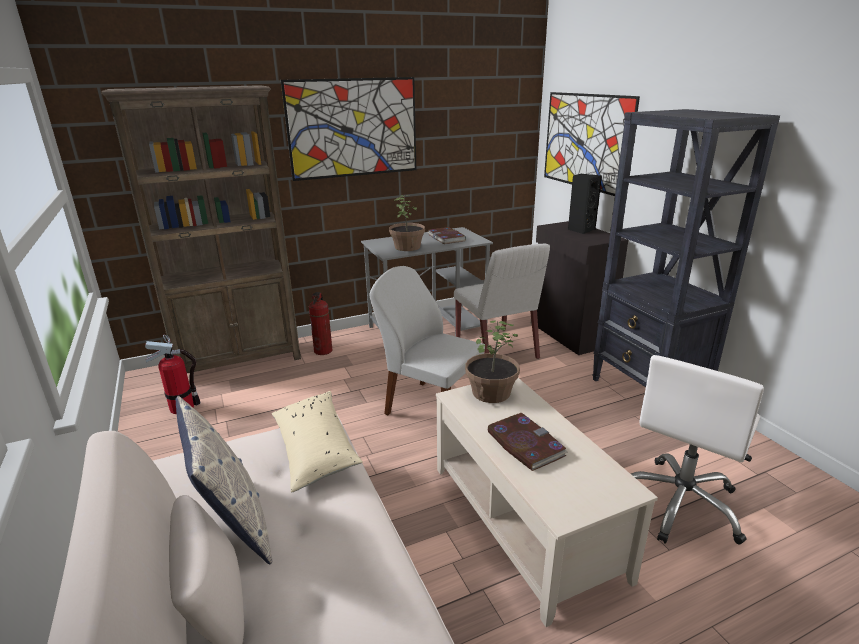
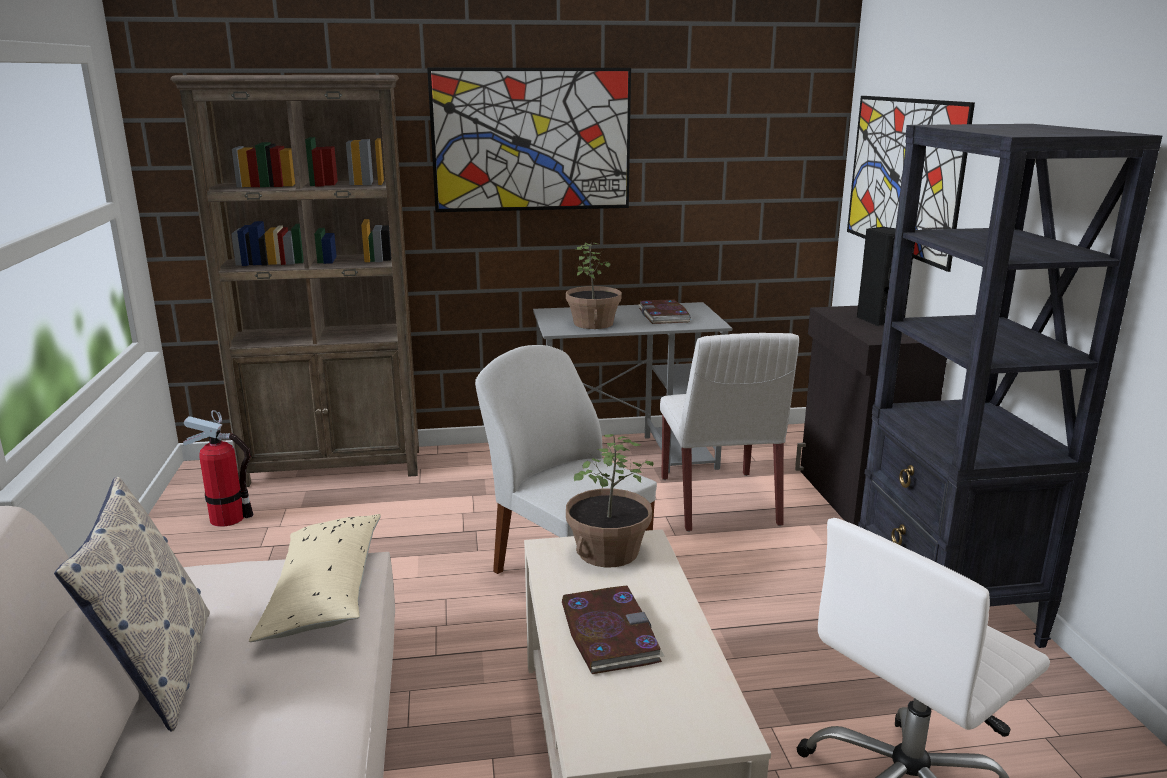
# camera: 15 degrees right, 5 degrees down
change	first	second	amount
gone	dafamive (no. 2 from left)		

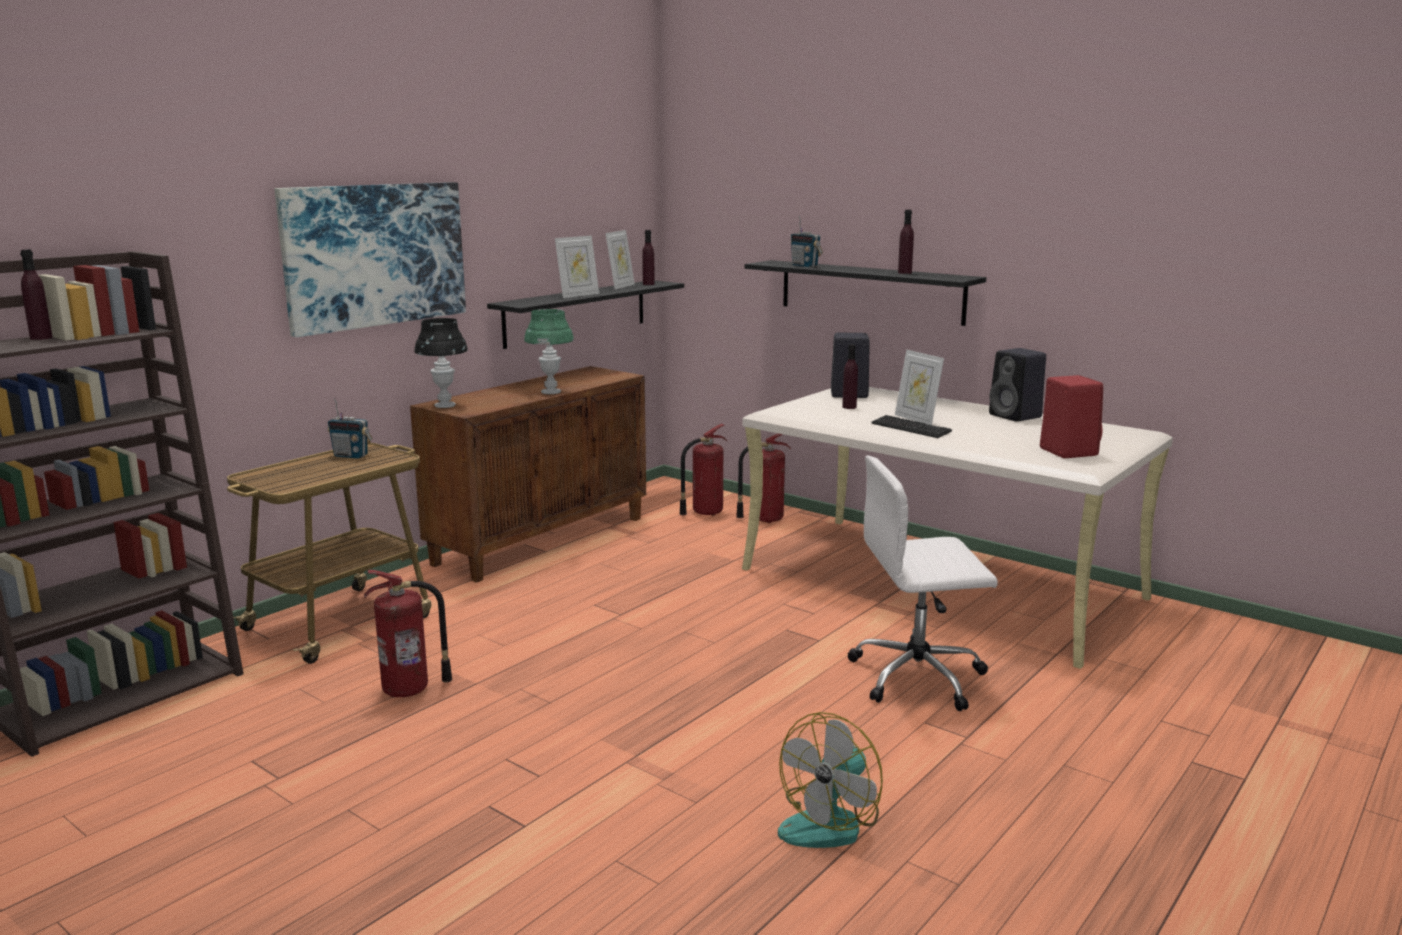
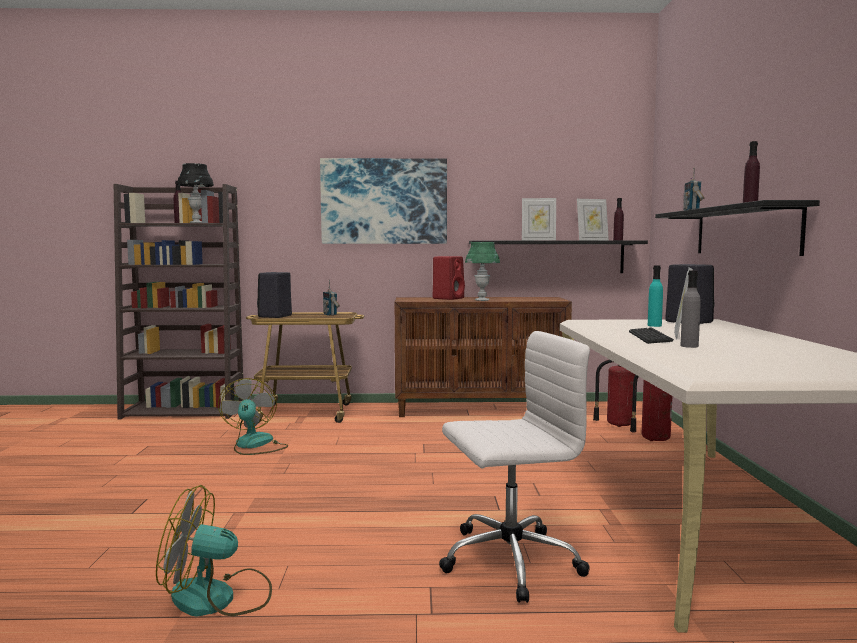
# camera: 50 degrees right, 10 degrees down
change	first	second	amount
new		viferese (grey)	
shifted	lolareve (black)		
shifted	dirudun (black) (no. 2 from left in the first image)	dirudun (black) (no. 1 from left)	
shifted	dirudun (red)		
swapped	dafamive (no. 1 from left)	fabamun (no. 2 from left)	
repainted	viferese (purple) (no. 3 from left)	viferese (turquoise)	
rotated	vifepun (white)		120 degrees clockwise

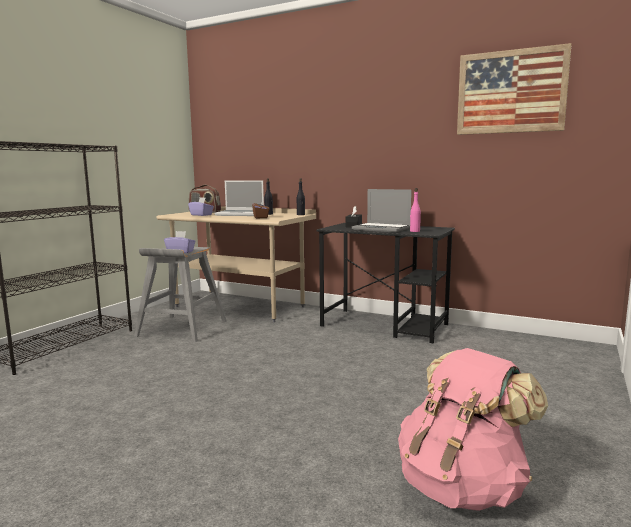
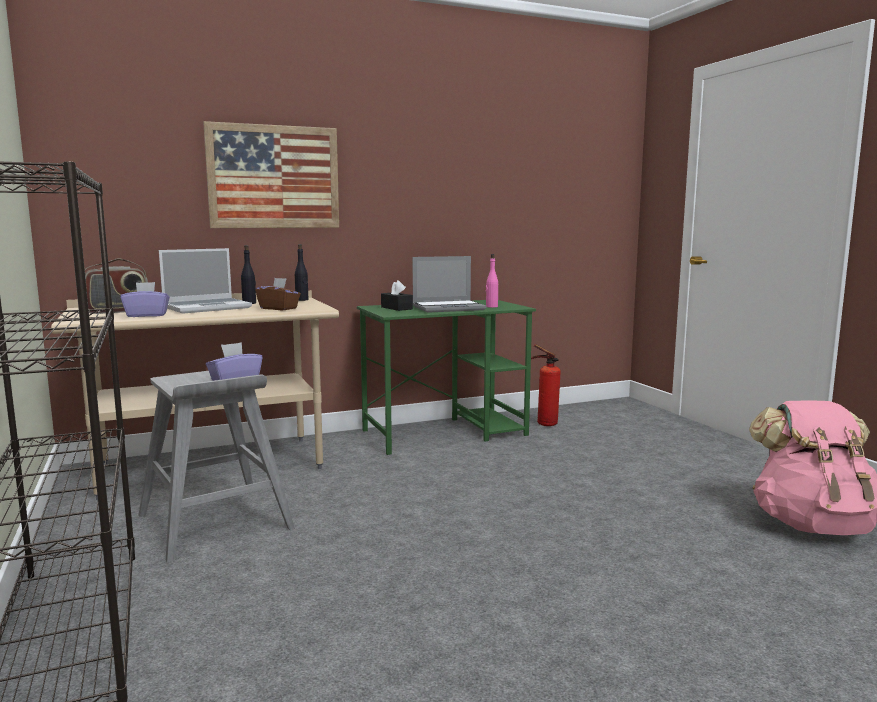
# camera: 50 degrees left, 0 degrees up
change	first	second	amount
new		dafamive	
shifted	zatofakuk		
repainted	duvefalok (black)	duvefalok (green)	

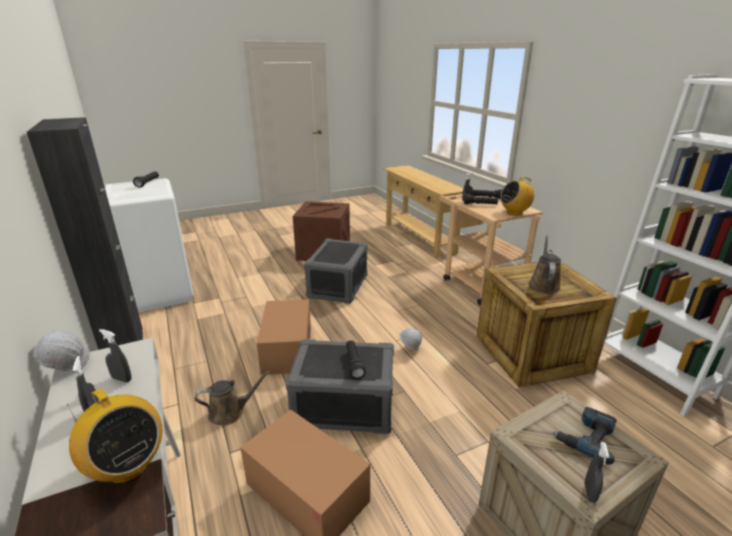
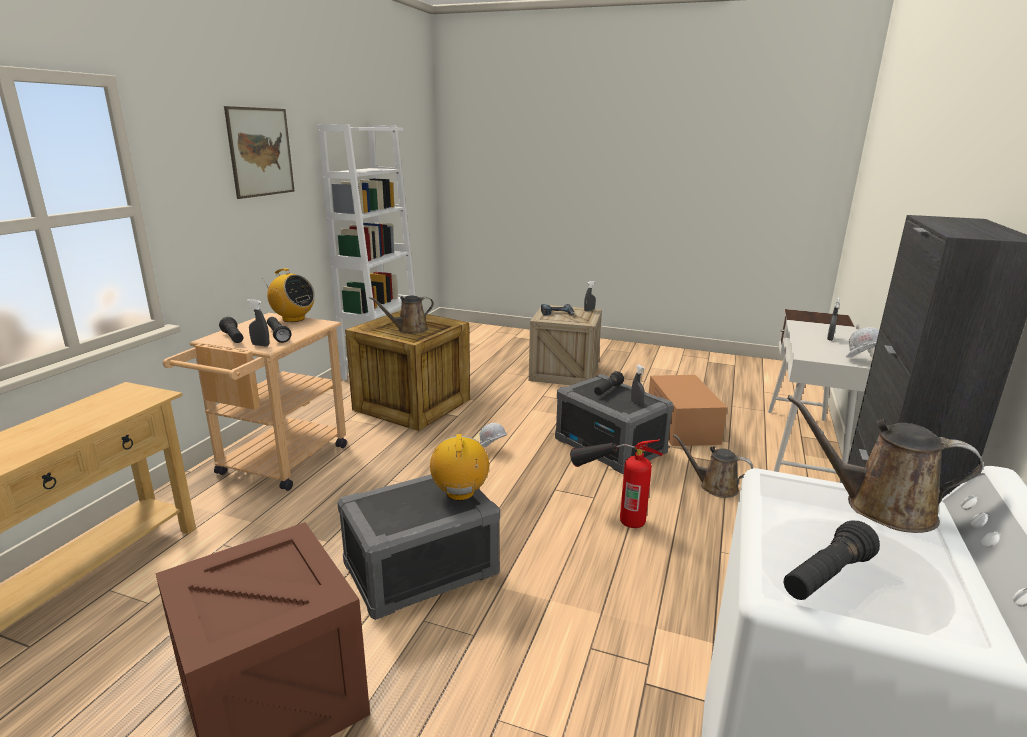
# camera: 135 degrees left, 5 degrees down
change	first	second	amount
new		zatofakuk	
new		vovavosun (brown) (no. 3 from left)	
shifted	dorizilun (no. 1 from left in the first image)	dorizilun (no. 2 from left)	
shifted	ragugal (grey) (no. 2 from left in the first image)	ragugal (grey) (no. 3 from left)	
swapped	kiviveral (no. 1 from left)	dafamive	

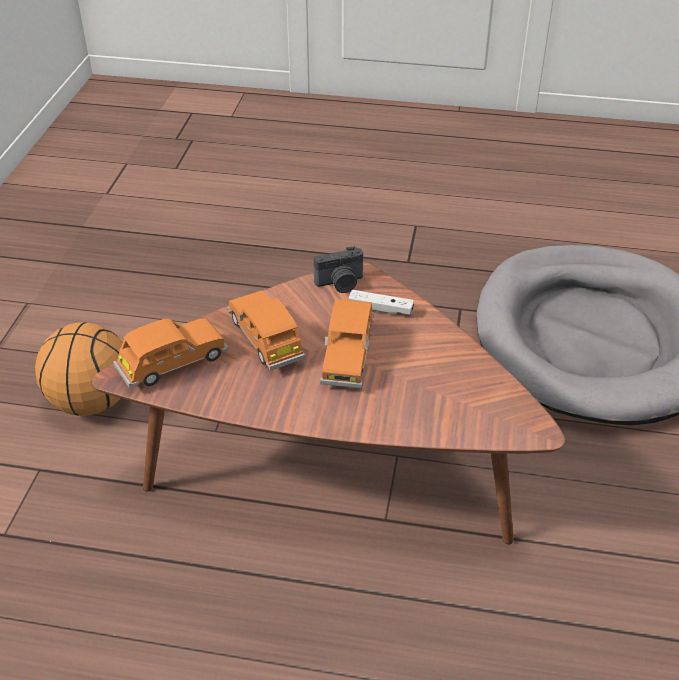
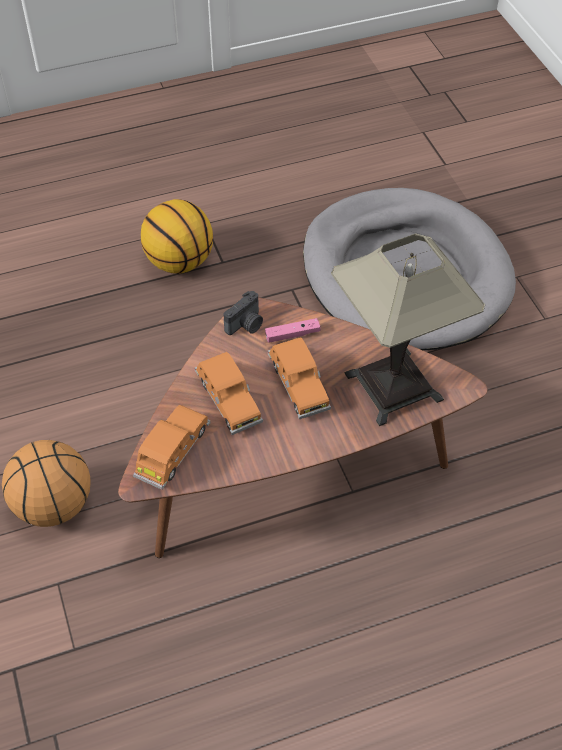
# camera: 30 degrees left, 10 degrees up
change	first	second	amount
new		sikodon (no. 2 from left)	
new		lolareve	
repainted	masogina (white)	masogina (pink)	
rotated	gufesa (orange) (no. 2 from left)		150 degrees counterclockwise

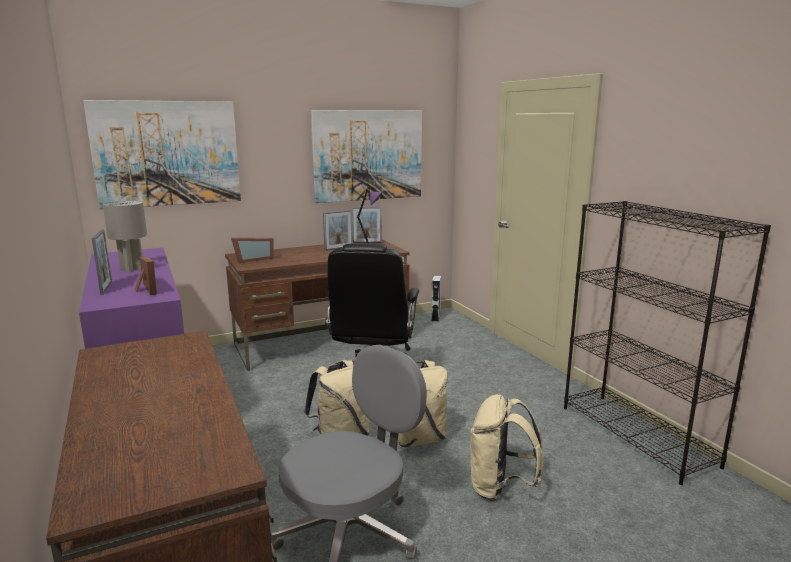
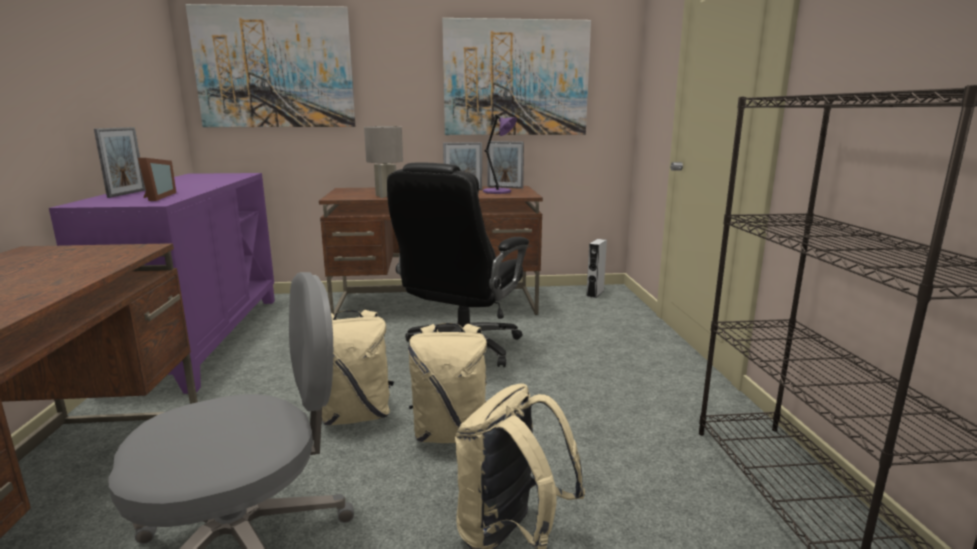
# camera: 20 degrees right, 0 degrees up
change	first	second	amount
gone	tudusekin (no. 3 from left)		
shifted	lolareve (grey)		

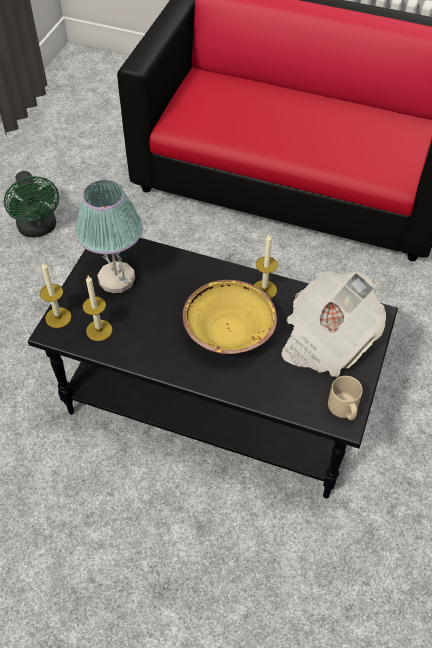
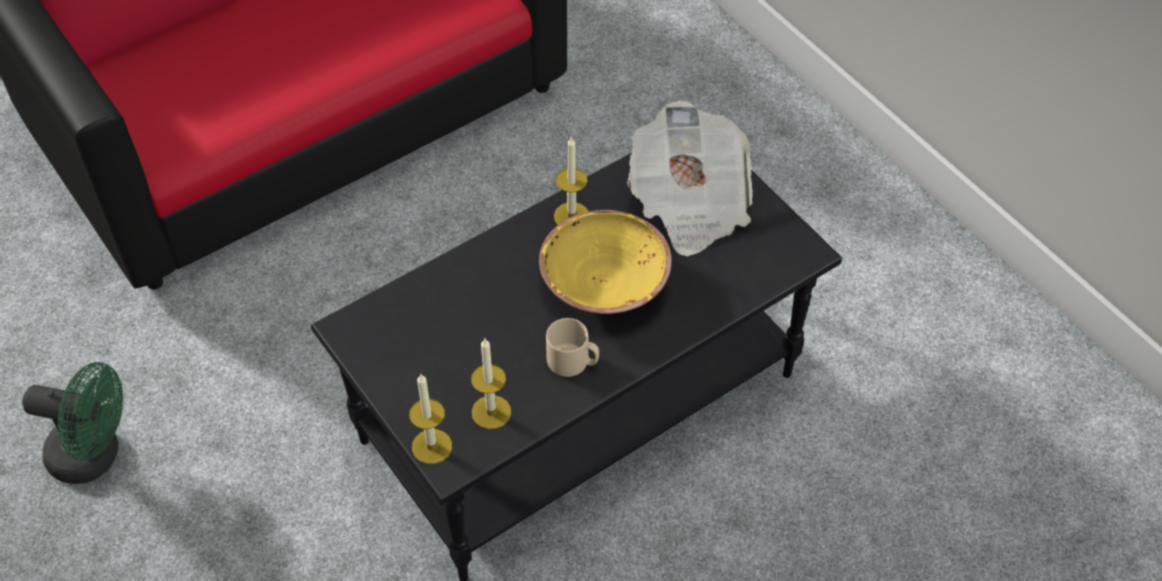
# camera: 55 degrees left, 0 degrees up
change	first	second	amount
gone	lolareve		
shifted	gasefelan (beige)		

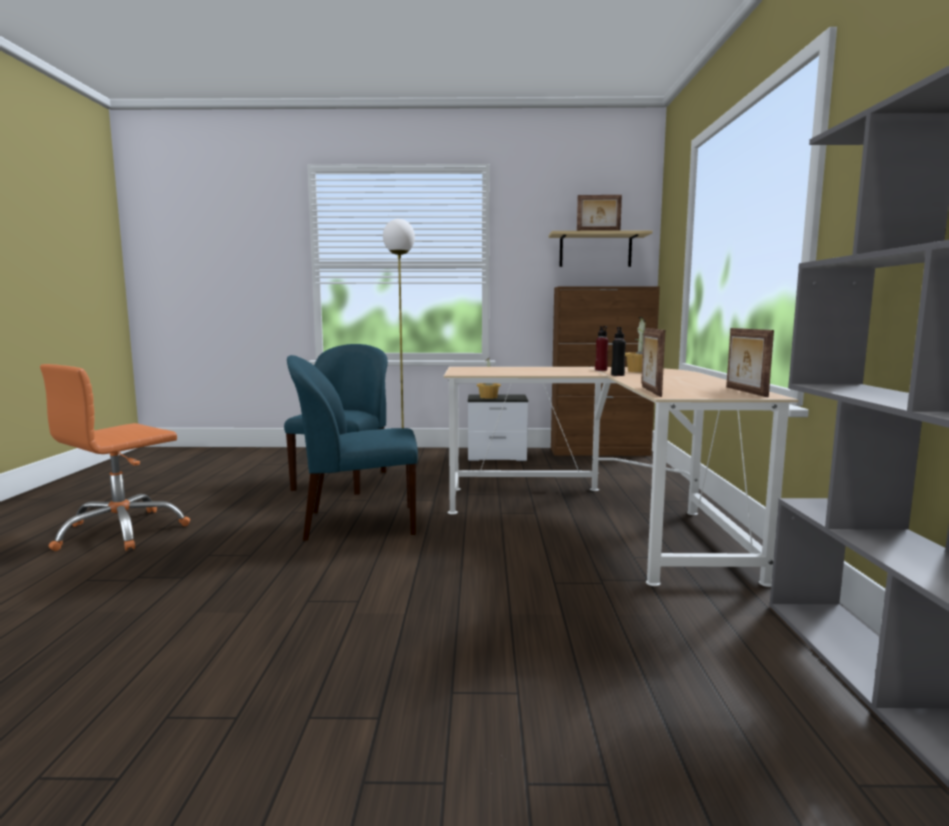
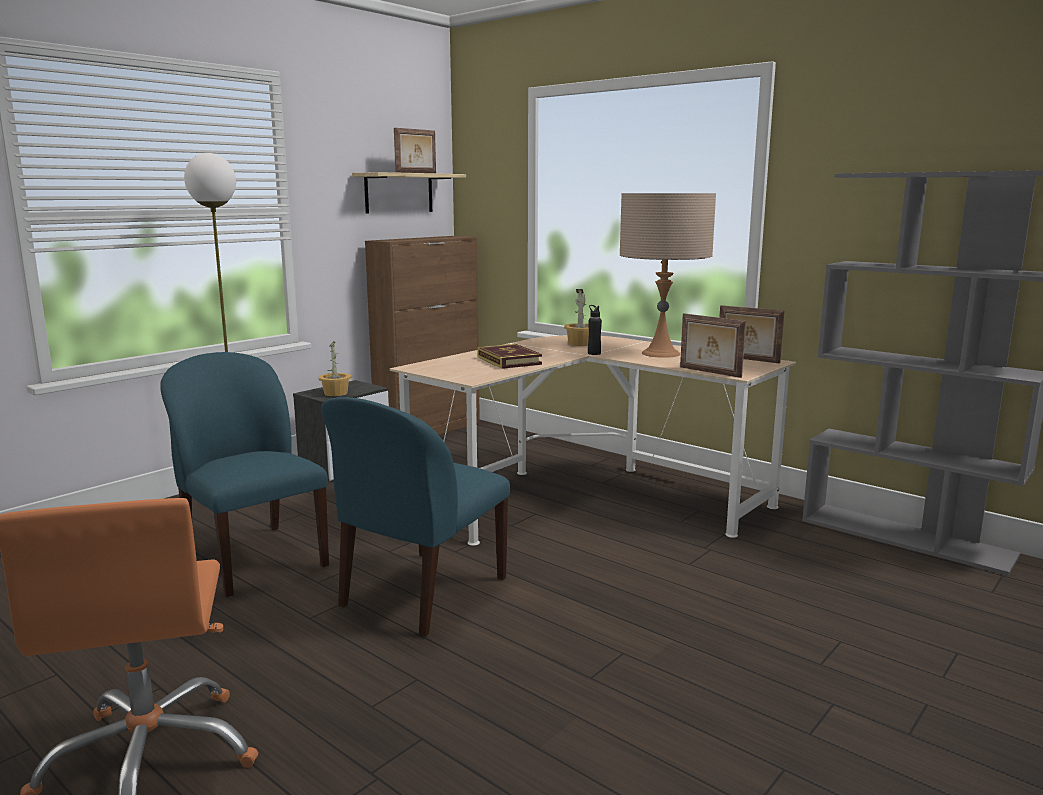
# camera: 50 degrees left, 5 degrees up
change	first	second	amount
gone	viferese (red)		
new		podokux	
new		lolareve (beige)	

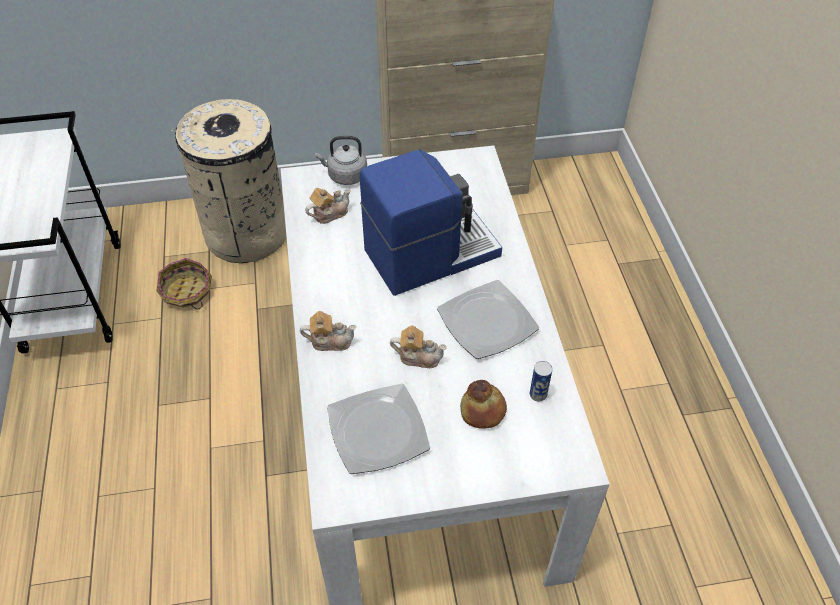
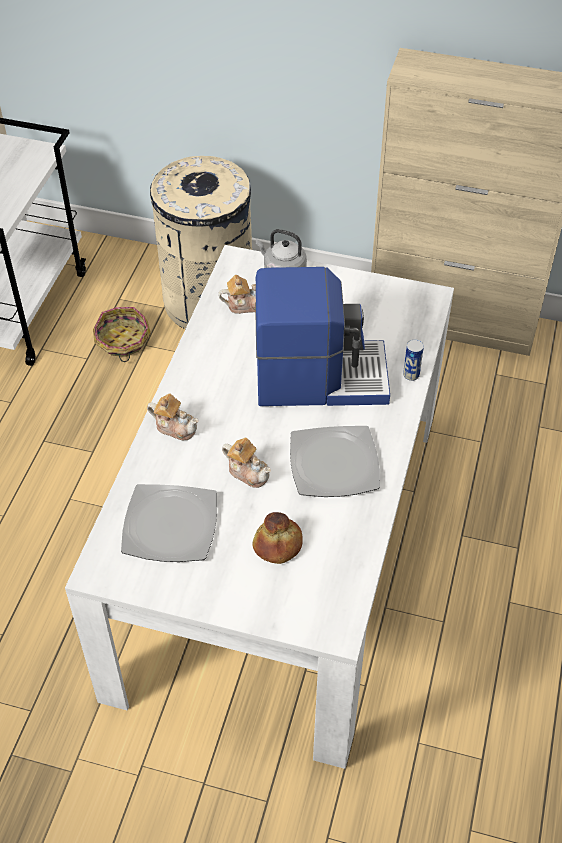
# camera: 25 degrees right, 0 degrees up
change	first	second	amount
shifted	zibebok		

